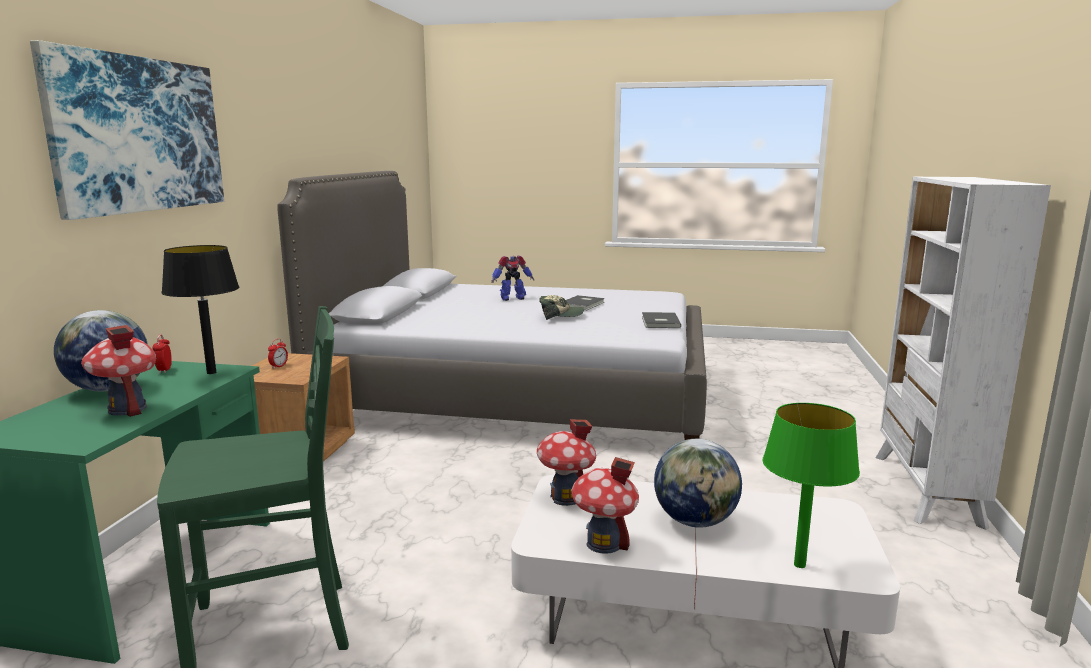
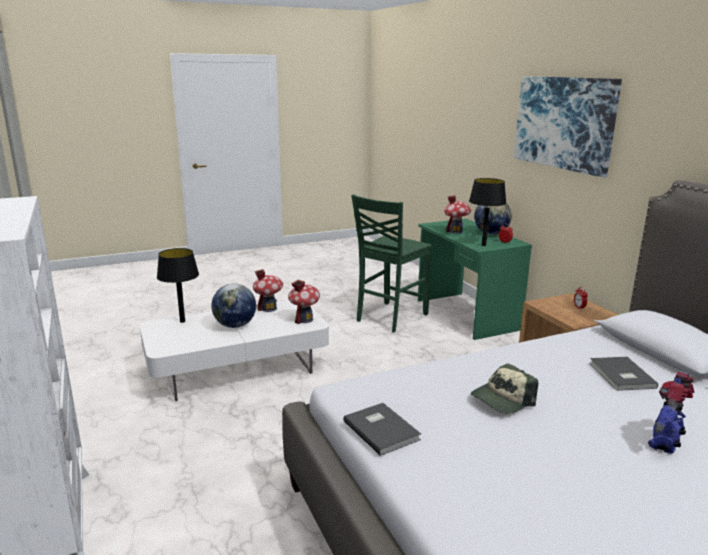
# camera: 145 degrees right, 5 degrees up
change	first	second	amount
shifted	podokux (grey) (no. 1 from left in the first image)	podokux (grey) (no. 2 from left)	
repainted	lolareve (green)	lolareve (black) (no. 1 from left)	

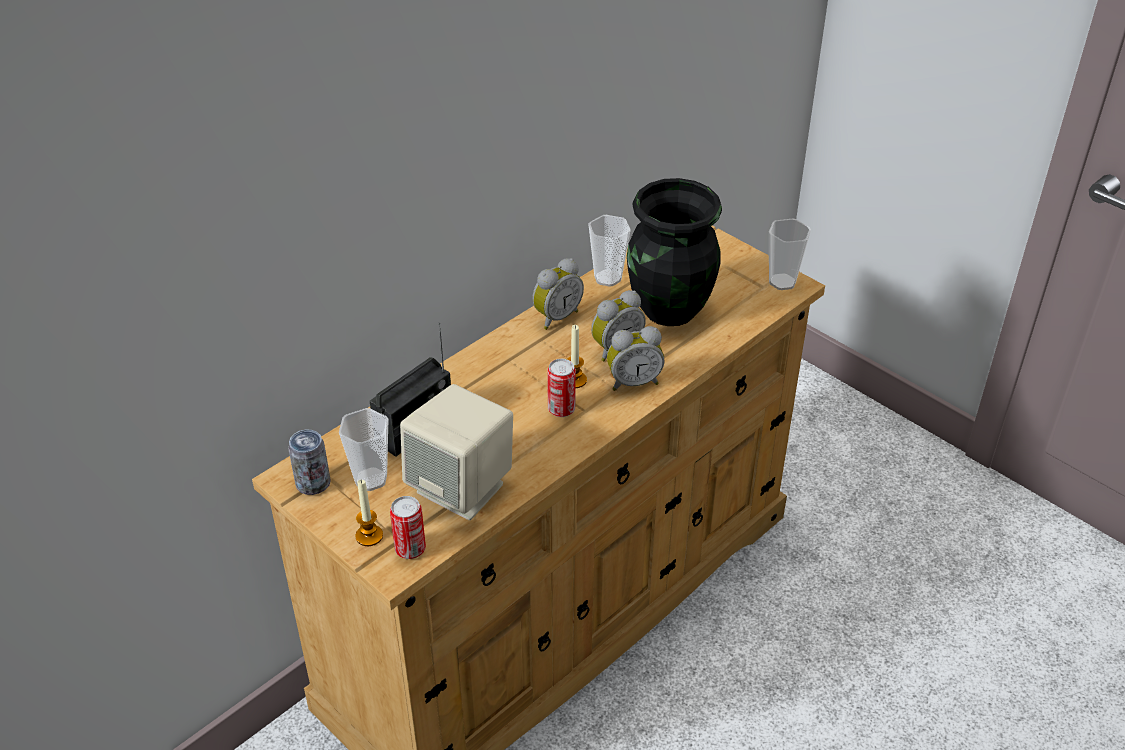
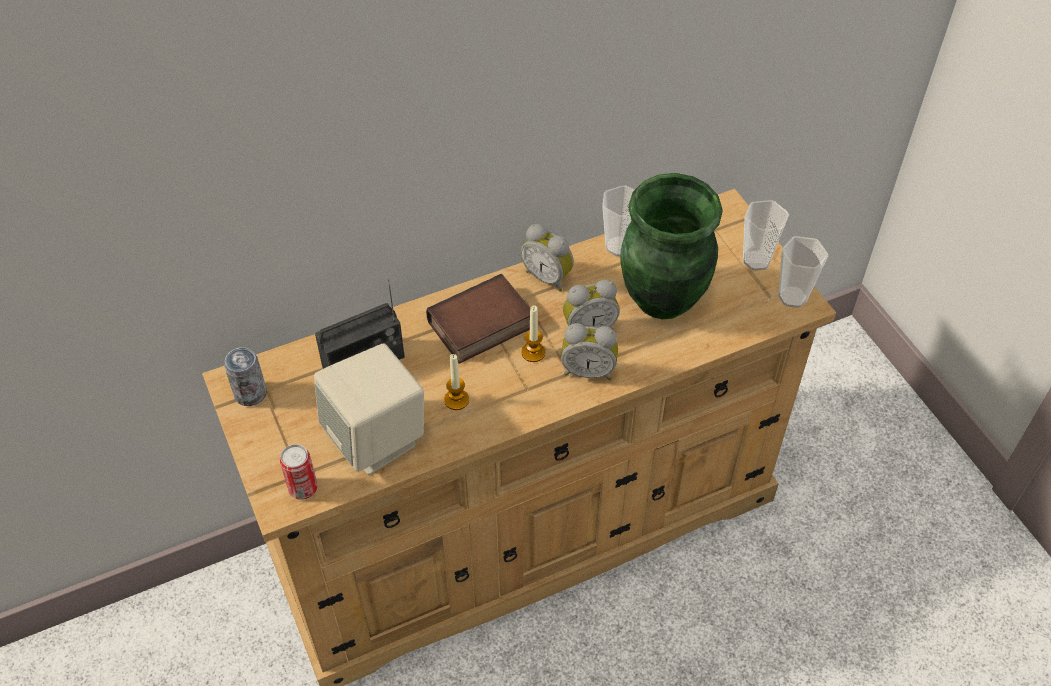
# camera: 20 degrees right, 10 degrees up
change	first	second	amount
gone	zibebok (no. 3 from left)		
new		podokux	
shifted	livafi (no. 1 from left in the first image)	livafi (no. 2 from left)	
shifted	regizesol (no. 1 from left)		
repainted	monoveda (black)	monoveda (green)	
rotated	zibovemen (no. 1 from left)		60 degrees clockwise

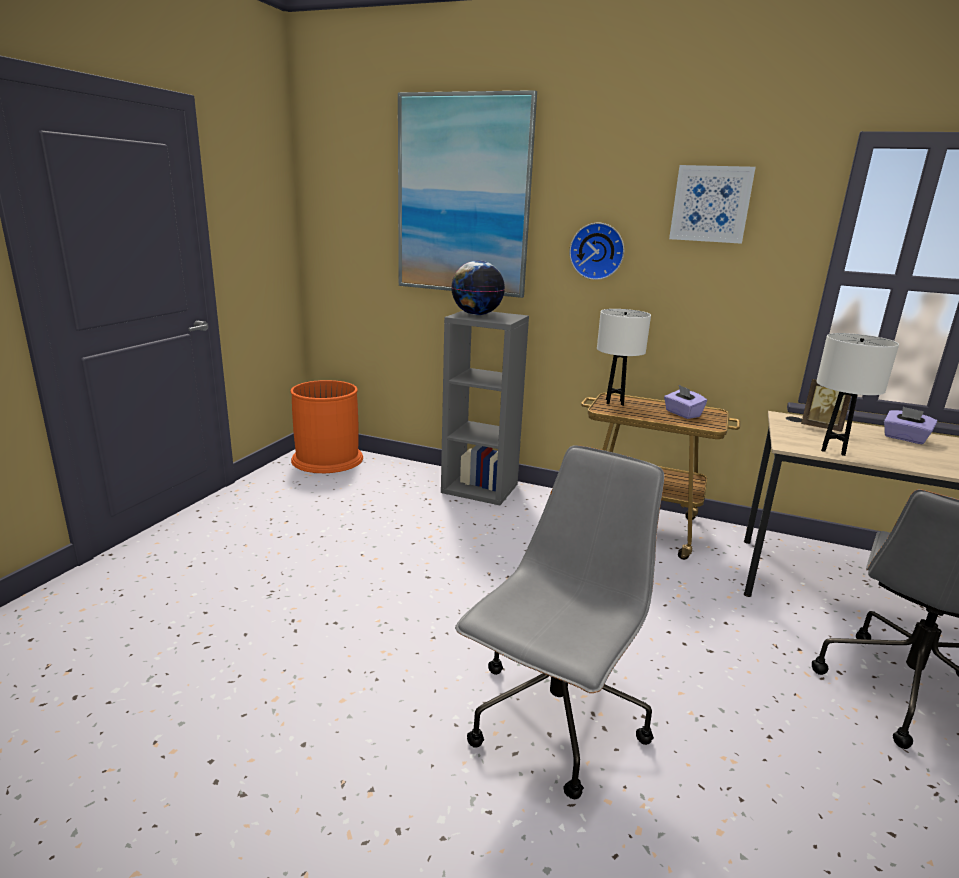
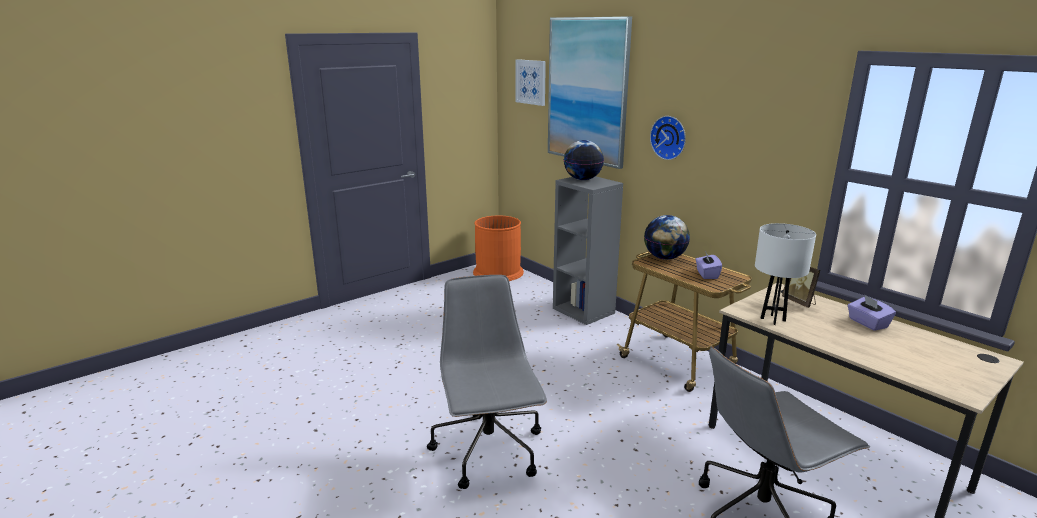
# camera: 30 degrees right, 0 degrees up
change	first	second	amount
shifted	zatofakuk (no. 2 from left in the first image)	zatofakuk (no. 1 from left)	
swapped	lolareve (white) (no. 1 from left)	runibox (no. 2 from left)	
rotated	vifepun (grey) (no. 1 from left)		75 degrees counterclockwise

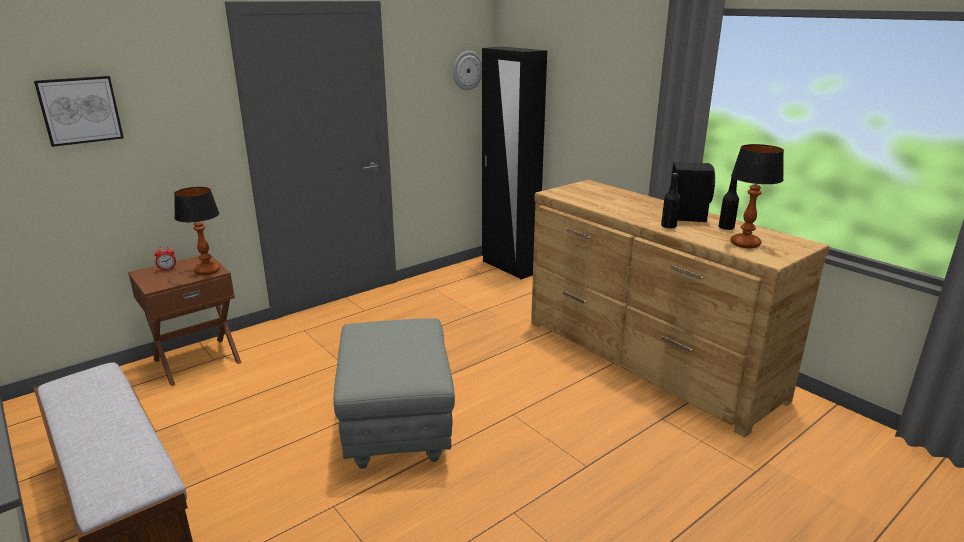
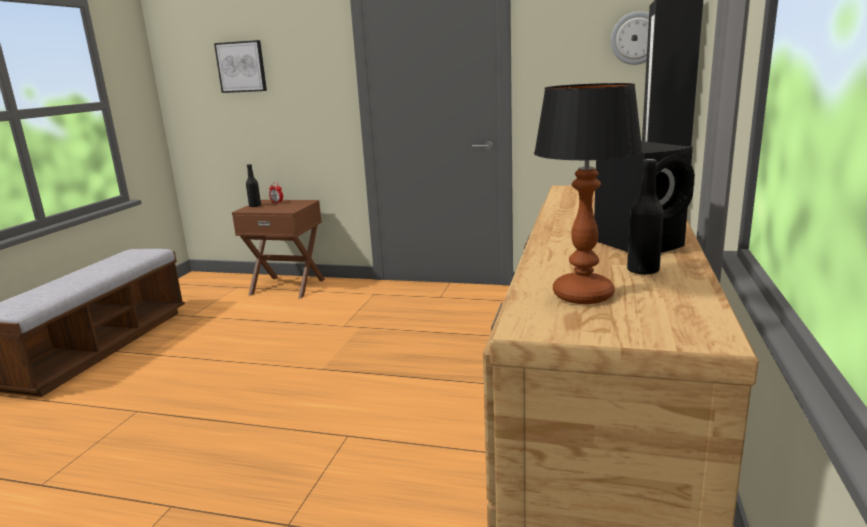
# camera: 55 degrees right, 5 degrees down
change	first	second	amount
gone	lolareve (no. 1 from left)		
gone	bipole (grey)		
shifted	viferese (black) (no. 1 from left)		

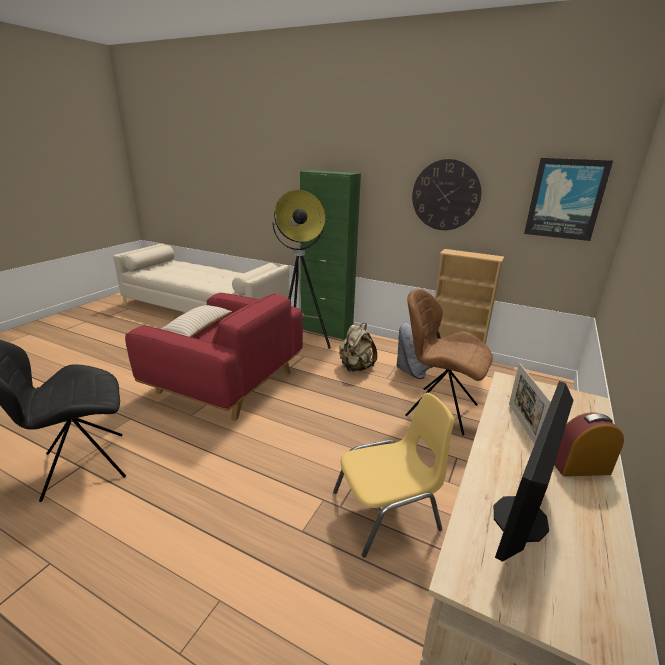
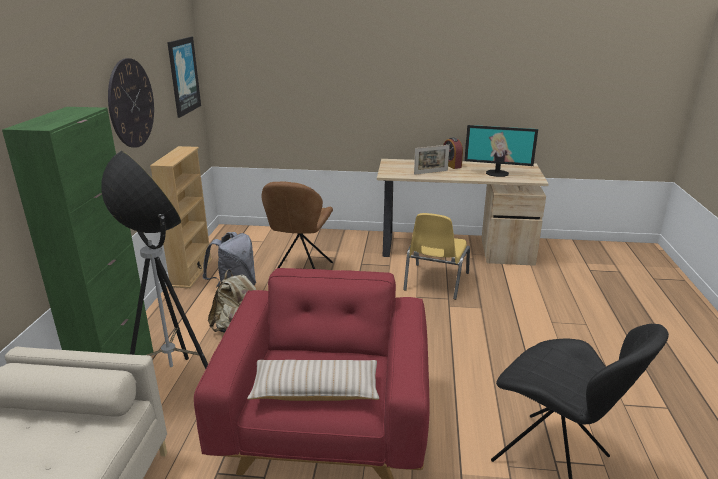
# camera: 110 degrees left, 0 degrees up
change	first	second	amount
rotated	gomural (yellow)		120 degrees counterclockwise

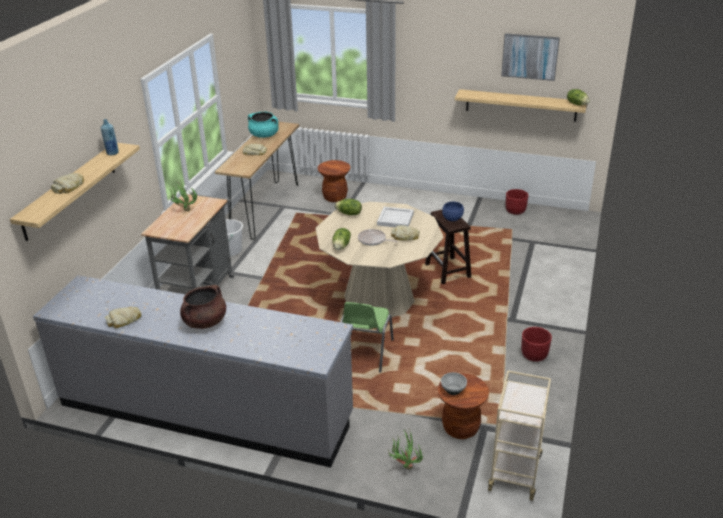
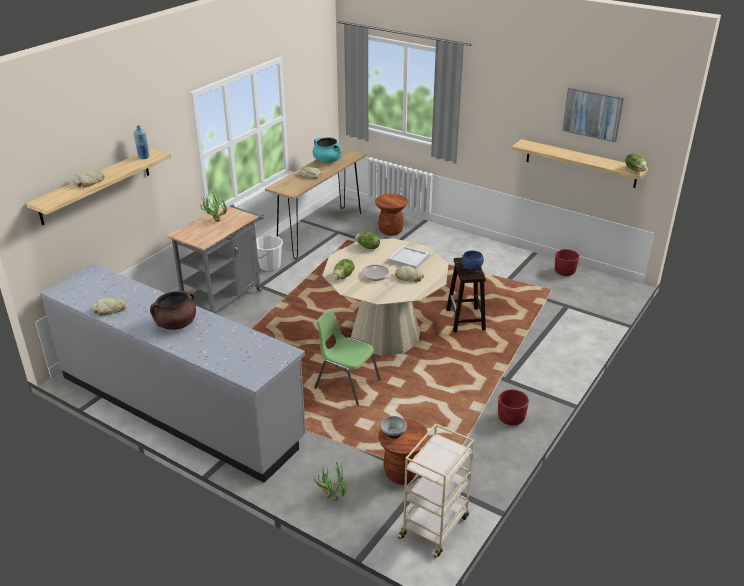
# camera: 15 degrees right, 0 degrees up
change	first	second	amount
rotated	gomural (green)		90 degrees clockwise

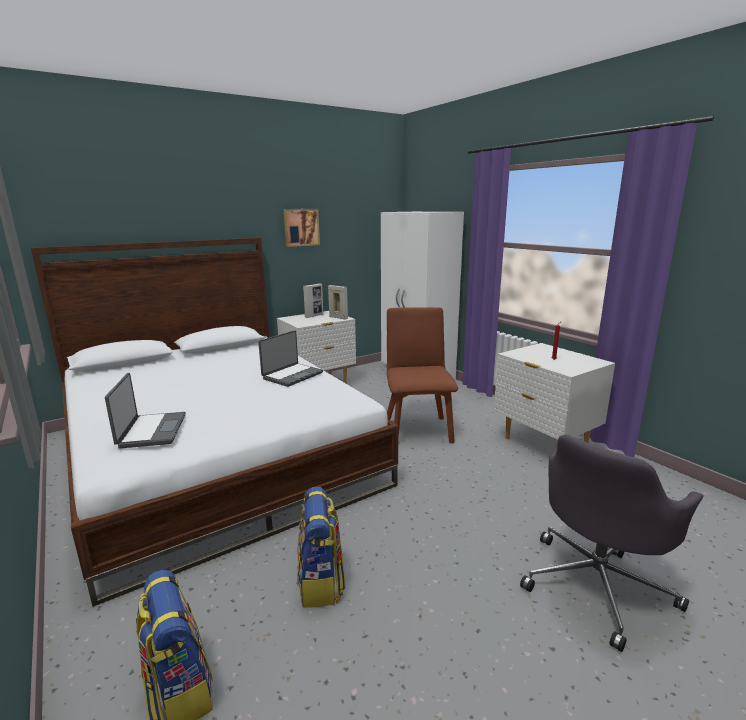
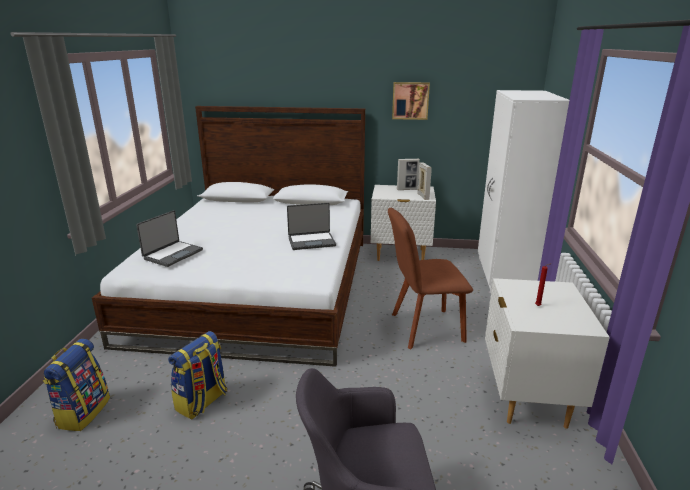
# camera: 40 degrees right, 5 degrees up
change	first	second	amount
rotated	gomural (brown)		135 degrees counterclockwise

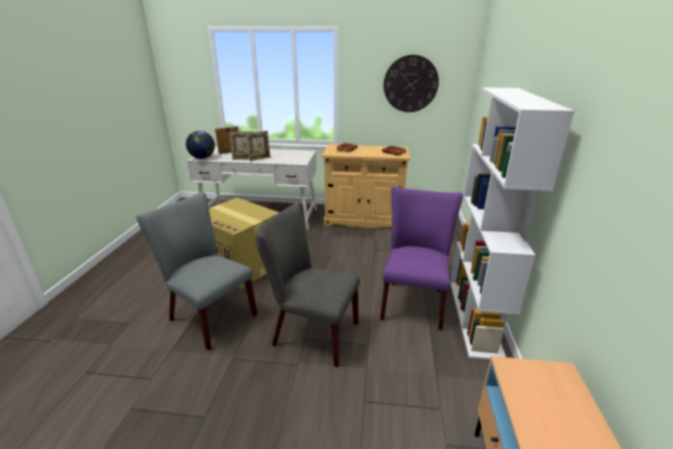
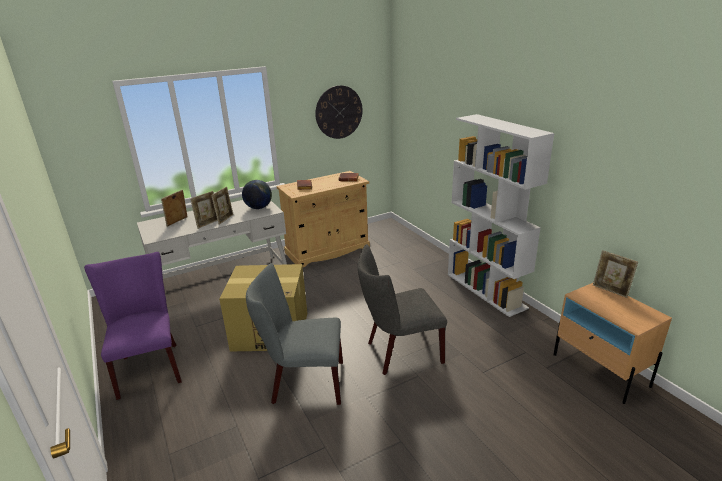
# camera: 35 degrees left, 0 degrees up
change	first	second	amount
new		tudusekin (no. 4 from left)	
shifted	runibox		
shifted	gomural (purple)		

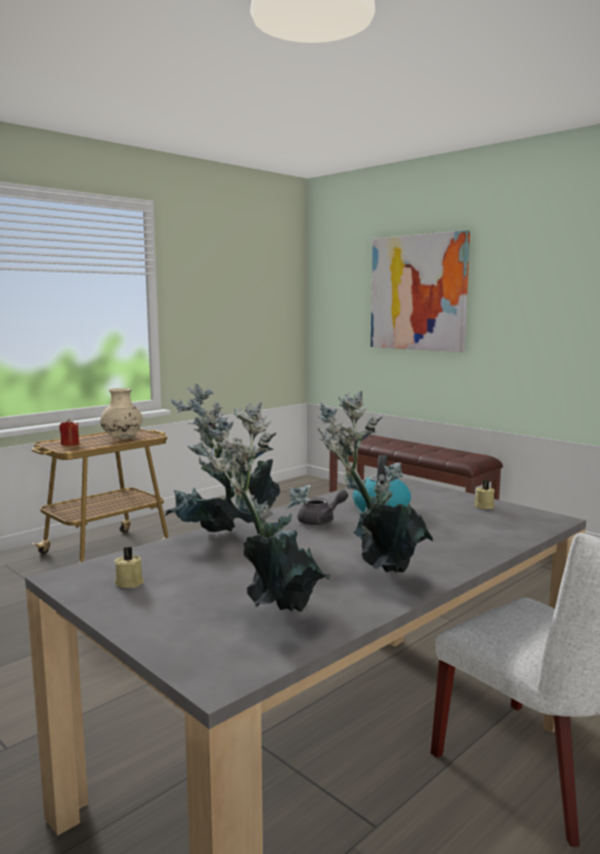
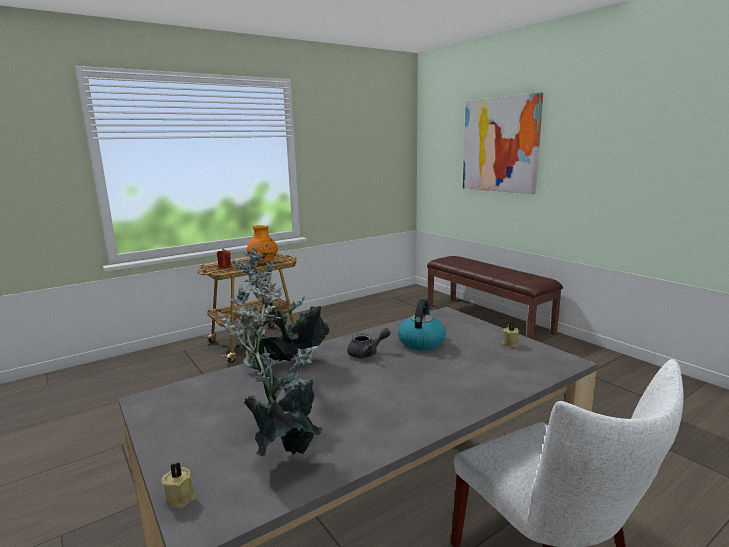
# camera: 10 degrees right, 5 degrees up
change	first	second	amount
gone	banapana (no. 3 from left)		
shifted	regizesol (beige) (no. 1 from left)		
repainted	monoveda (beige)	monoveda (orange)	

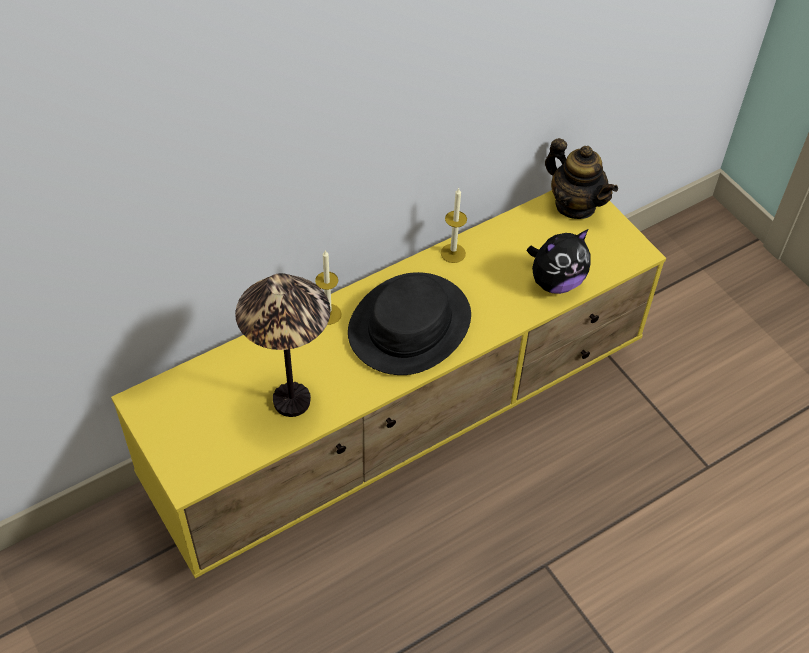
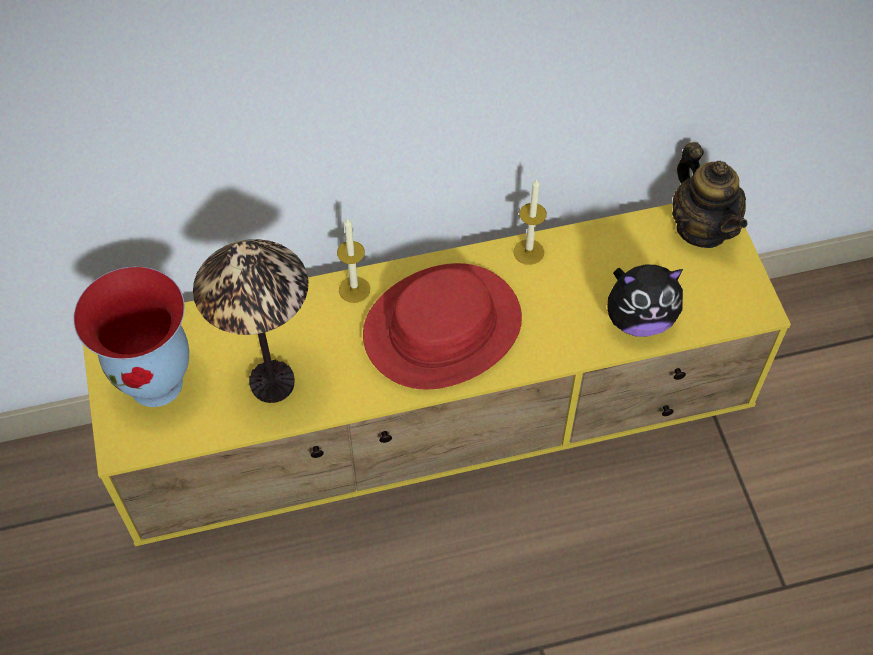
# camera: 20 degrees right, 5 degrees up
change	first	second	amount
new		monoveda	
repainted	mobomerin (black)	mobomerin (red)	

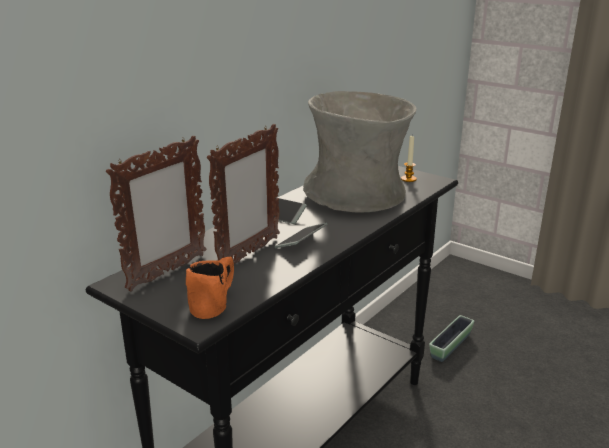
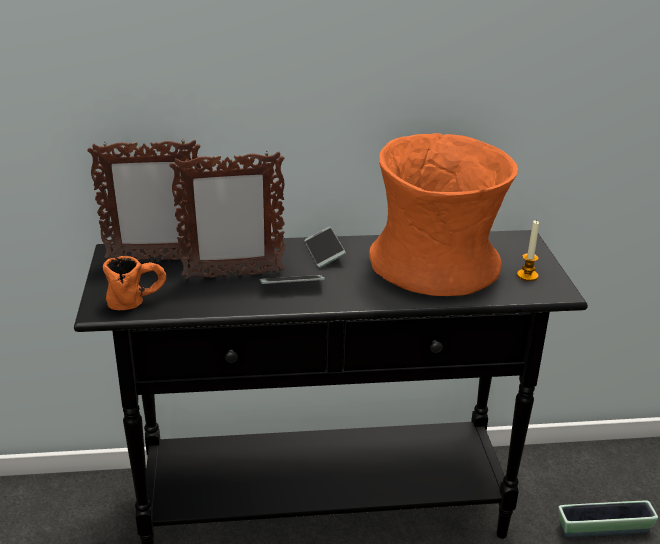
# camera: 45 degrees right, 5 degrees up
change	first	second	amount
repainted	monoveda (grey)	monoveda (orange)	

